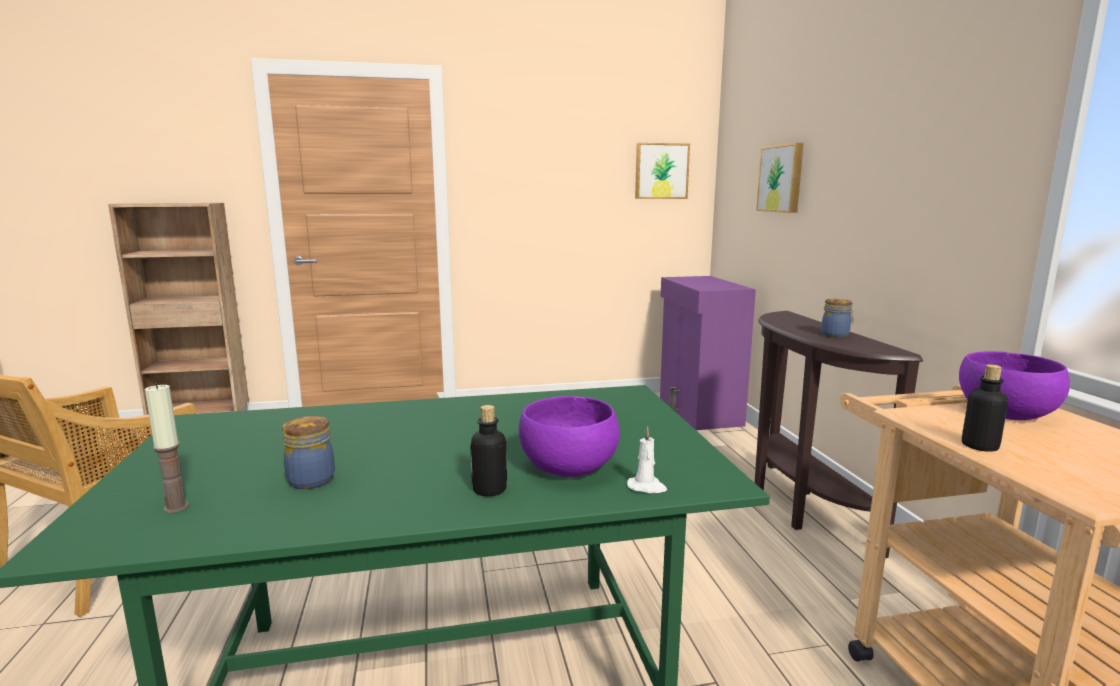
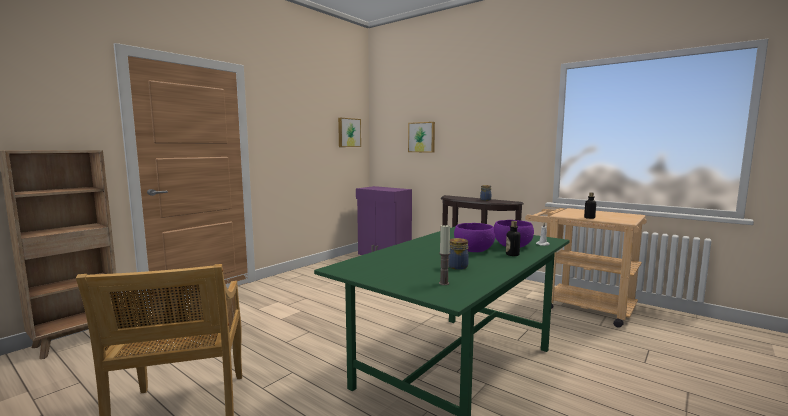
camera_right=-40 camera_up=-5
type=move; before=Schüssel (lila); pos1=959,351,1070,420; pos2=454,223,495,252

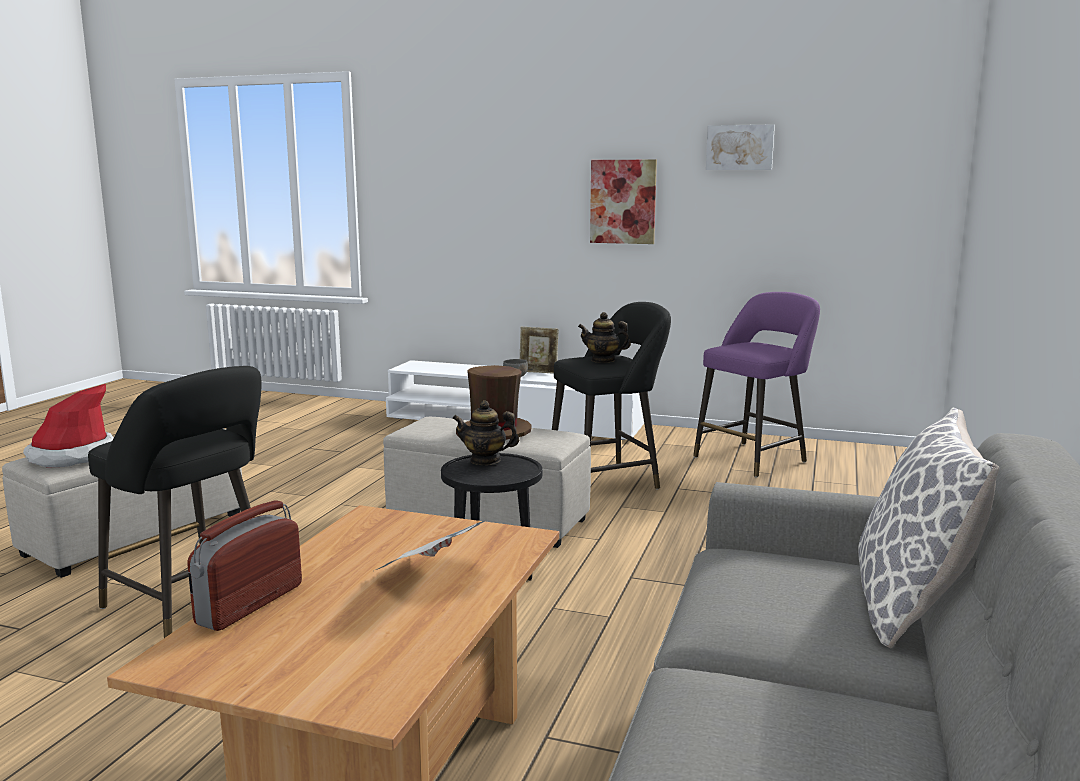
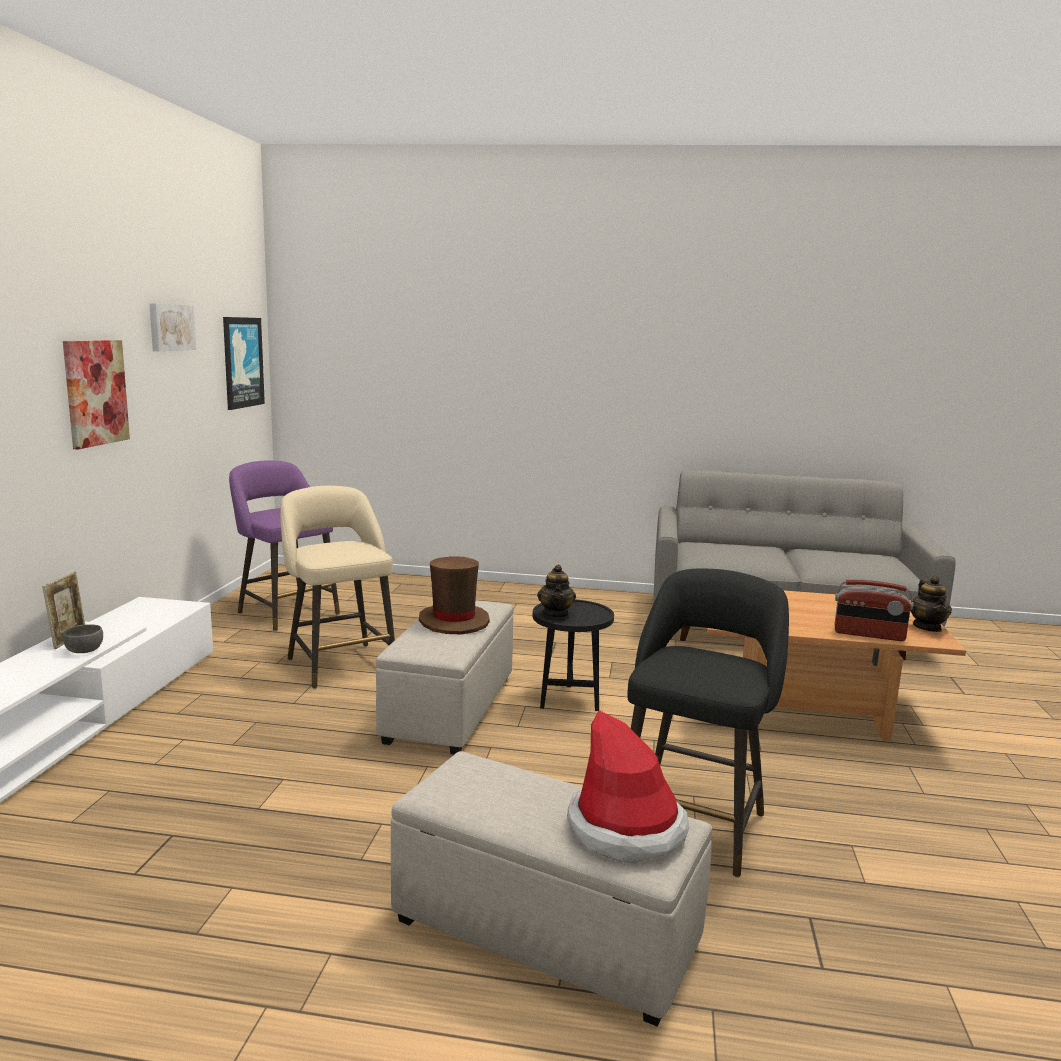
camera_right=-100 camera_up=0
type=insert; after=Bild; pos2=223,317,265,410
type=recolor; before=Hocker (schwarz); after=Hocker (beige); pos1=552,302,671,490; pos2=280,486,395,689
type=move; before=Teekanne; pos1=578,312,631,363; pos2=910,576,952,632
type=delete; before=Zeitung; pos1=376,521,485,570
type=delete; before=Kissen; pos1=858,408,999,648

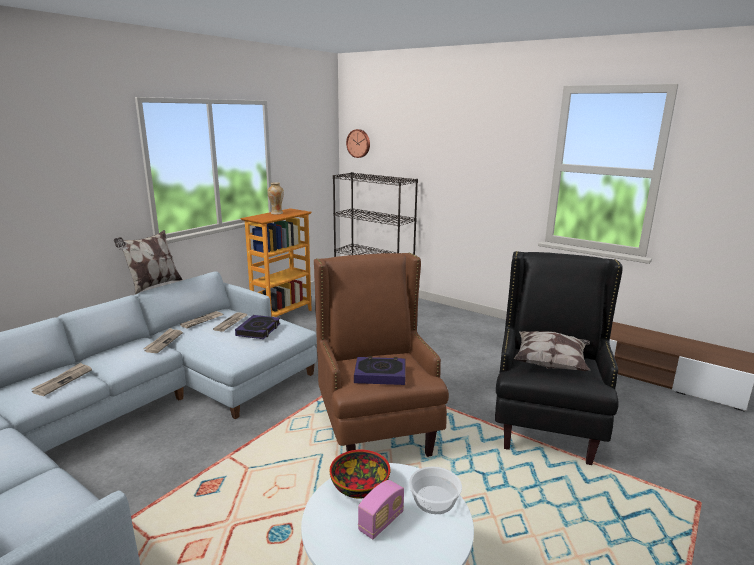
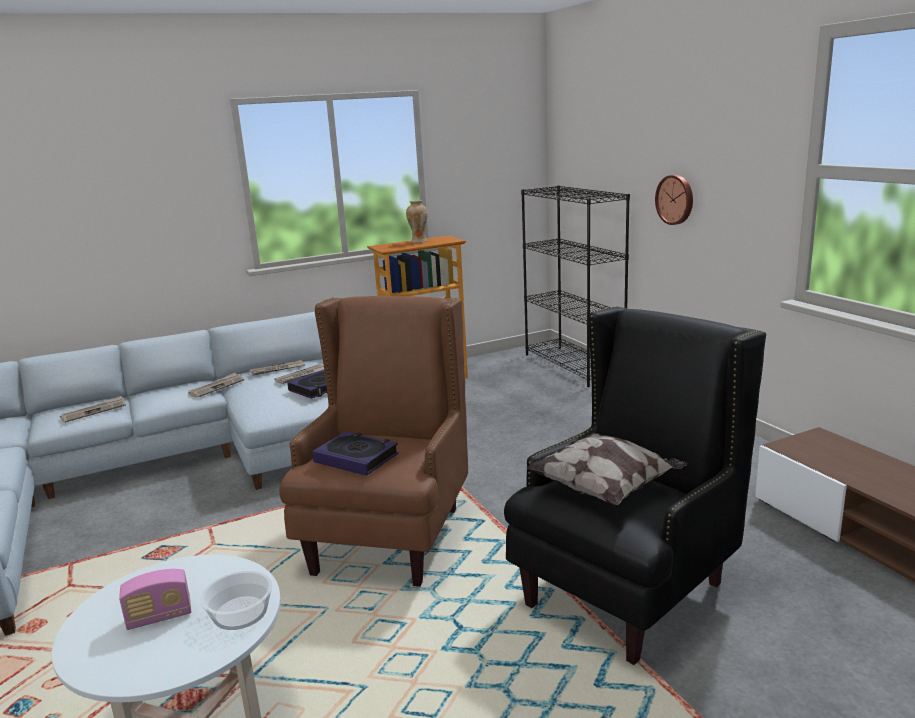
camera_right=30 camera_up=0
type=move; before=Wanduhr; pos1=346,129,370,158; pos2=655,175,693,225
type=delete; before=Kissen; pos1=114,230,182,295
type=delete; before=Schüssel; pos1=330,450,390,499

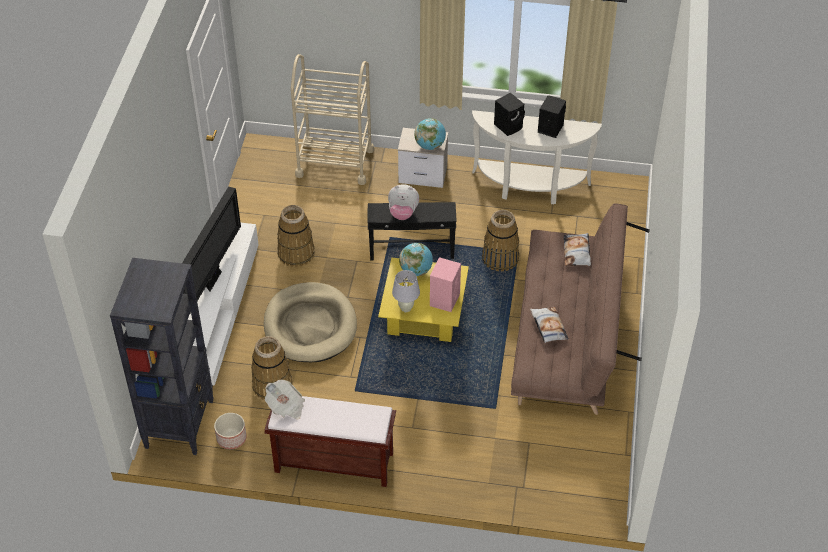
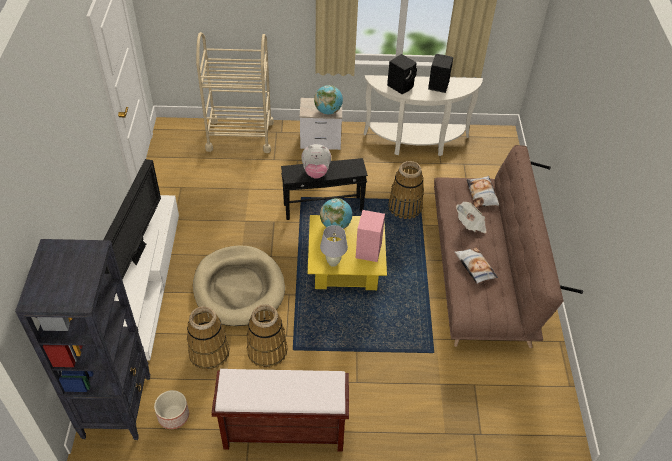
camera_right=-10 camera_up=0
type=move; before=Korb; pos1=277,205,315,267; pos2=247,304,288,368
type=move; before=Zeitung; pos1=265,380,305,420; pos2=456,202,487,233

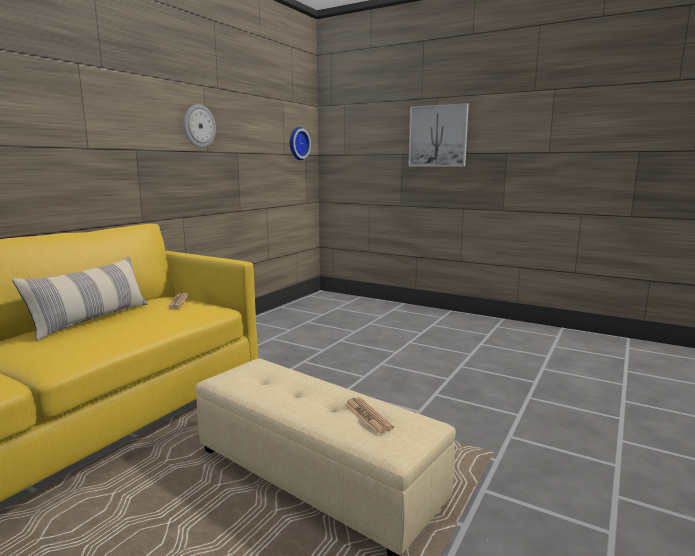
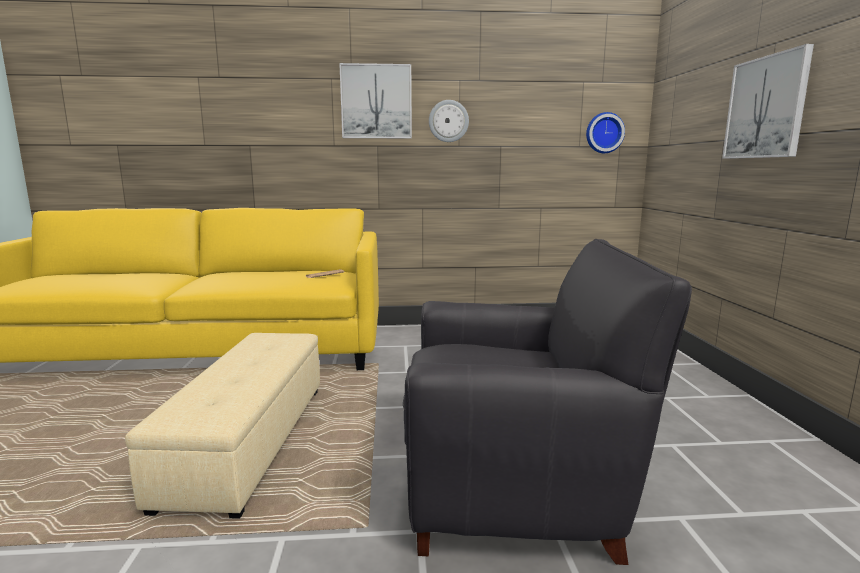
camera_right=55 camera_up=0
type=insert; after=Bild; pos2=339,63,412,138
type=insert; after=Sessel (schwarz); pos2=403,239,692,565
type=delete; before=Kissen; pos1=12,256,148,341
type=delete; before=Zeitung; pos1=345,397,394,434

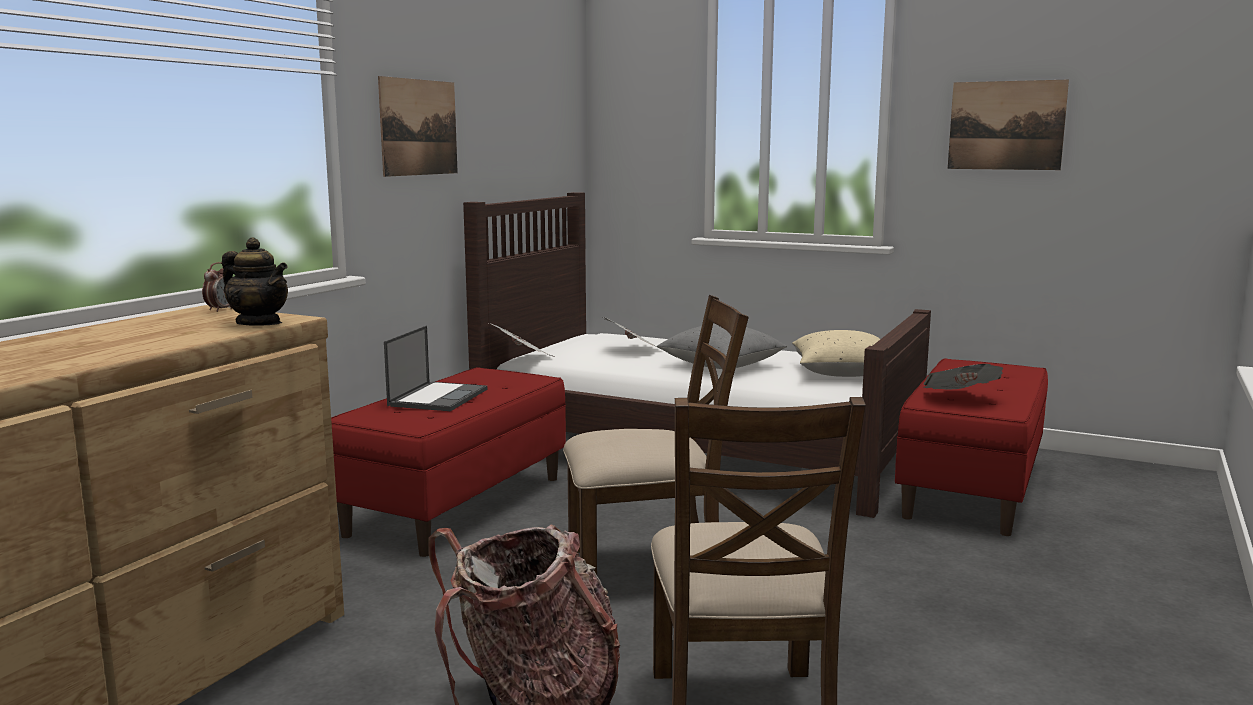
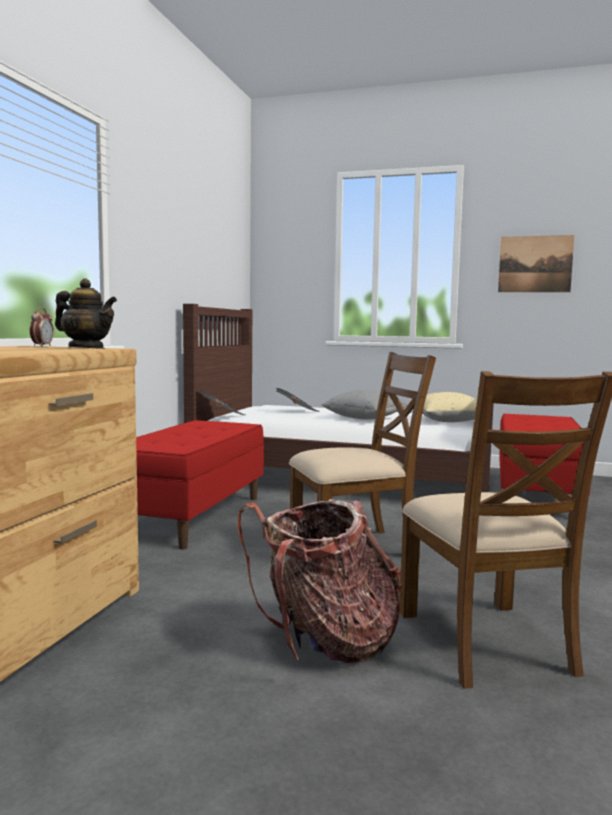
camera_right=-10 camera_up=-5
type=delete; before=Bild; pos1=378,76,458,177
type=delete; before=Laptop; pos1=384,326,487,411
type=delete; before=Zeitung; pos1=923,364,1004,390

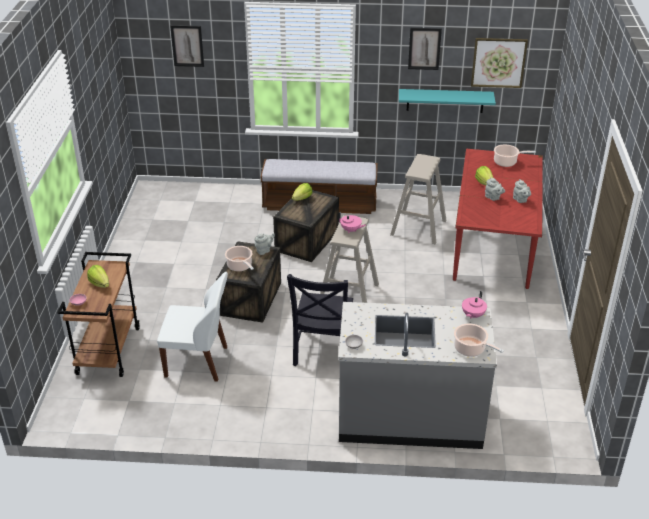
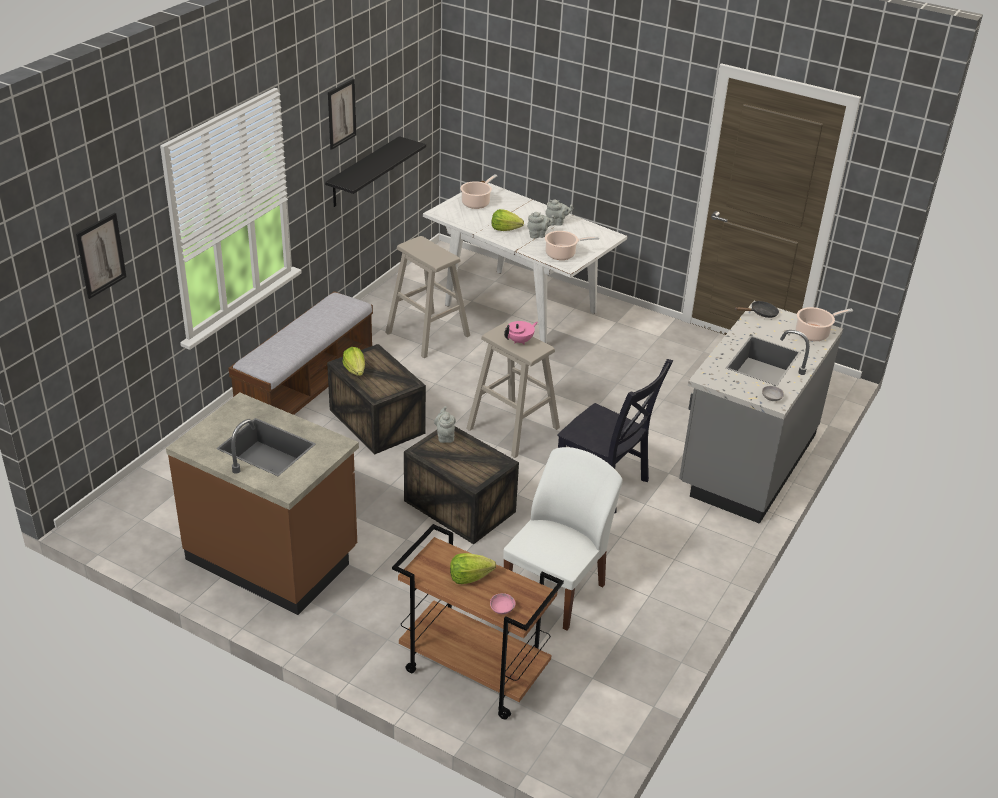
camera_right=-65 camera_up=0
type=insert; after=Küchenzeile (braun); pos2=166,393,359,615
type=recolor; before=Wandregal (türkis); after=Wandregal (schwarz); pos1=399,89,496,113; pos2=325,136,426,207
type=recolor; before=Esstisch (rot); after=Esstisch (weiß); pos1=453,149,543,289; pos2=423,181,628,343
type=move; before=Kochtopf; pos1=225,246,254,271; pos2=545,231,599,260
type=replace; before=Teekanne (rosa); after=Pfanne (schwarz); pos1=462,291,487,319; pos2=735,301,779,318
type=delete; before=Bild; pos1=471,38,528,88

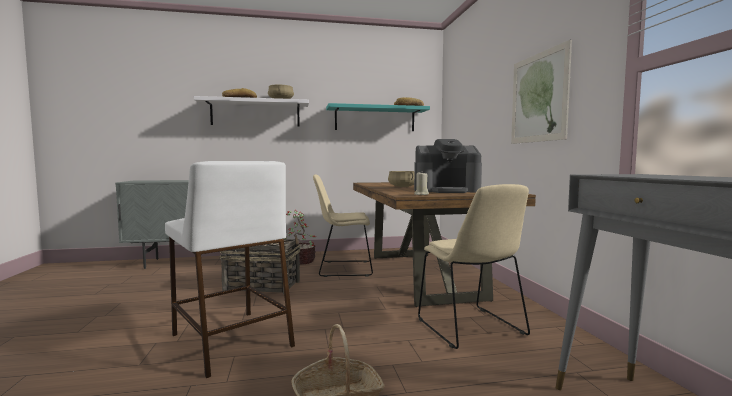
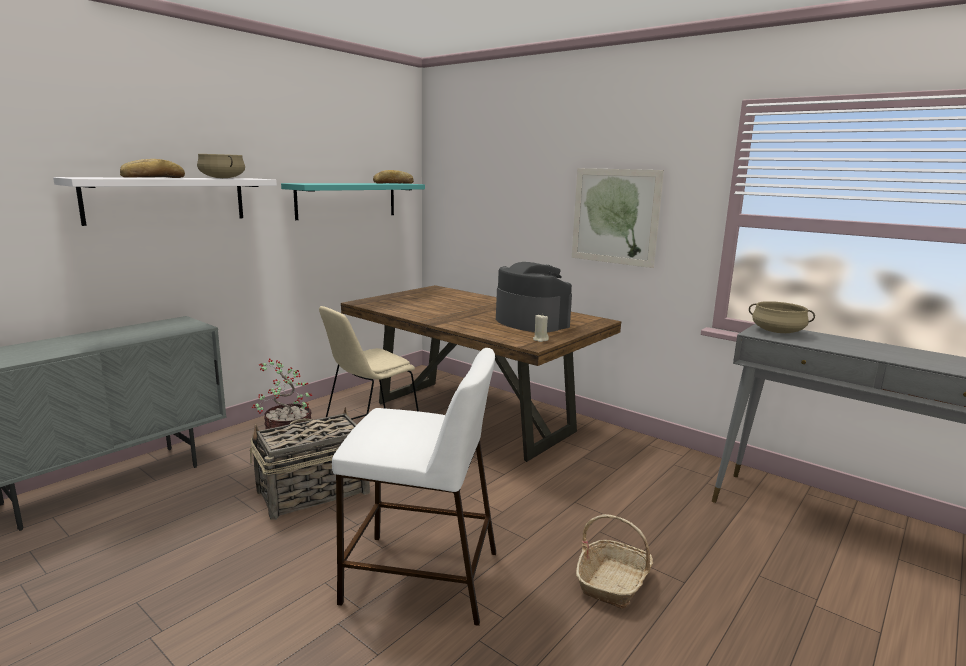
camera_right=-40 camera_up=10
type=rotate; before=Kaffeemaschine; pos1=414,139,482,193; pos2=496,262,572,332; turn=-90
type=move; before=Kochtopf (beige); pos1=388,171,414,187; pos2=749,301,815,333
type=delete; before=Stuhl (beige); pos1=418,184,530,349

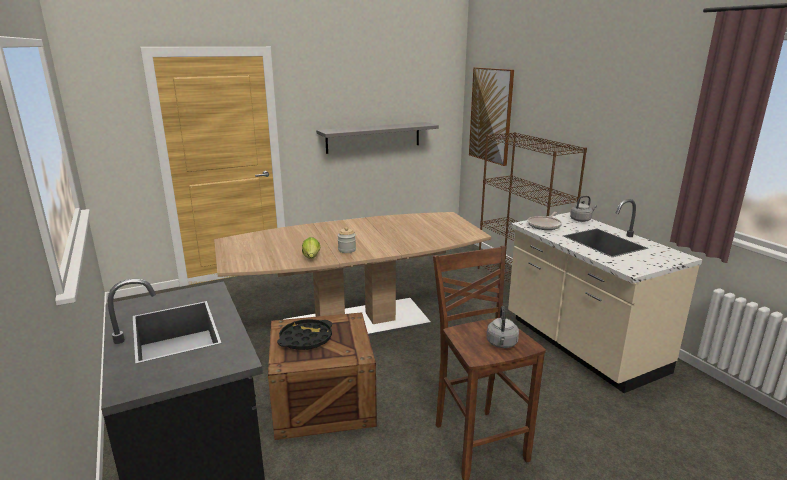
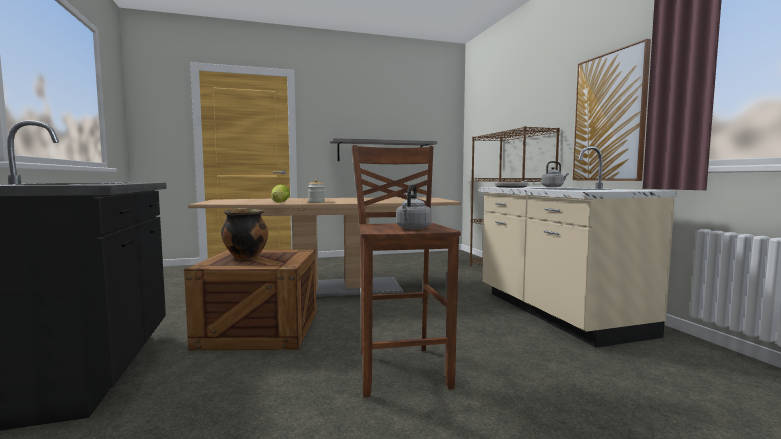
camera_right=10 camera_up=-15
type=replace; before=Tablett (schwarz); after=Kochtopf; pos1=277,319,332,350; pos2=221,208,268,260
type=move; before=Bild; pos1=469,67,514,166; pos2=573,39,651,181

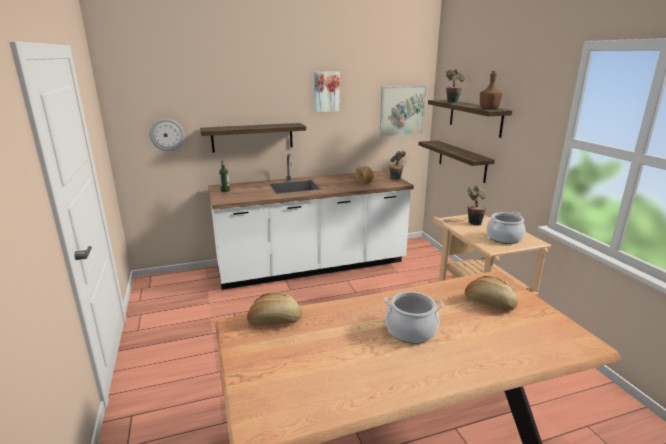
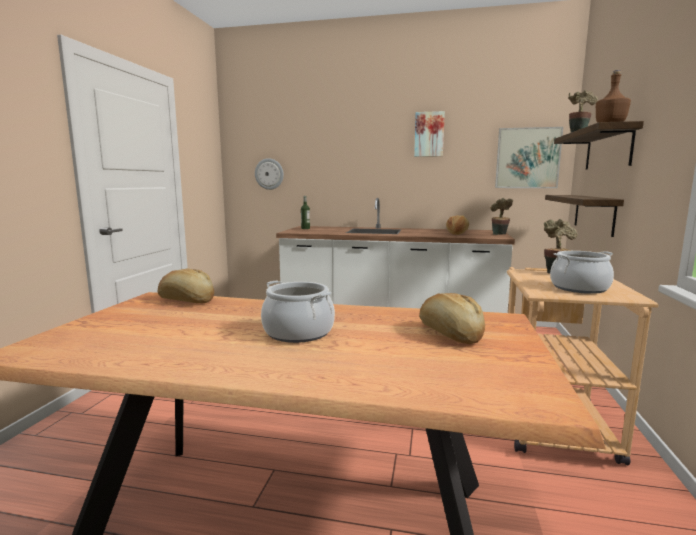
camera_right=30 camera_up=-10
type=delete; before=Wandregal; pos1=200,123,306,153

